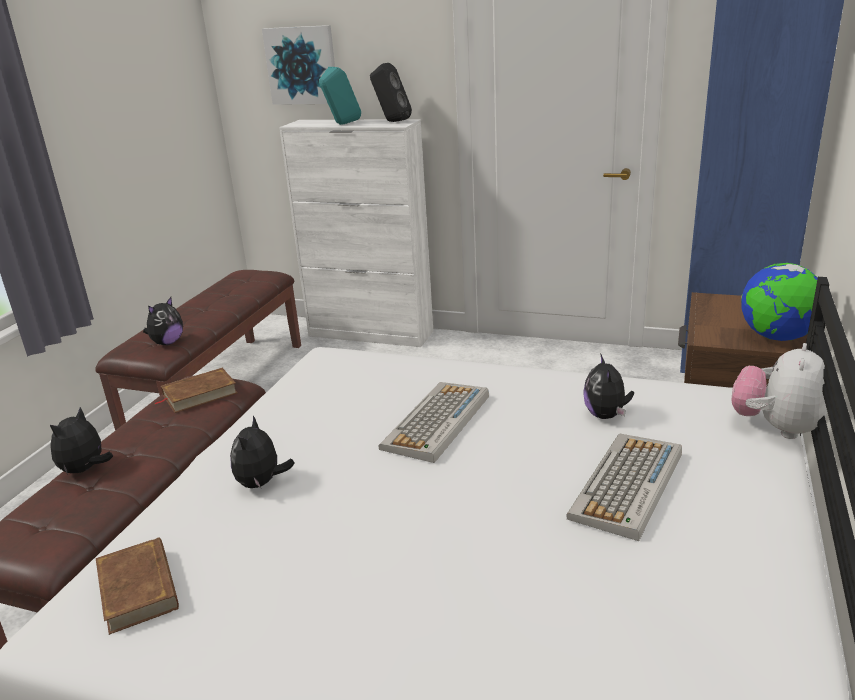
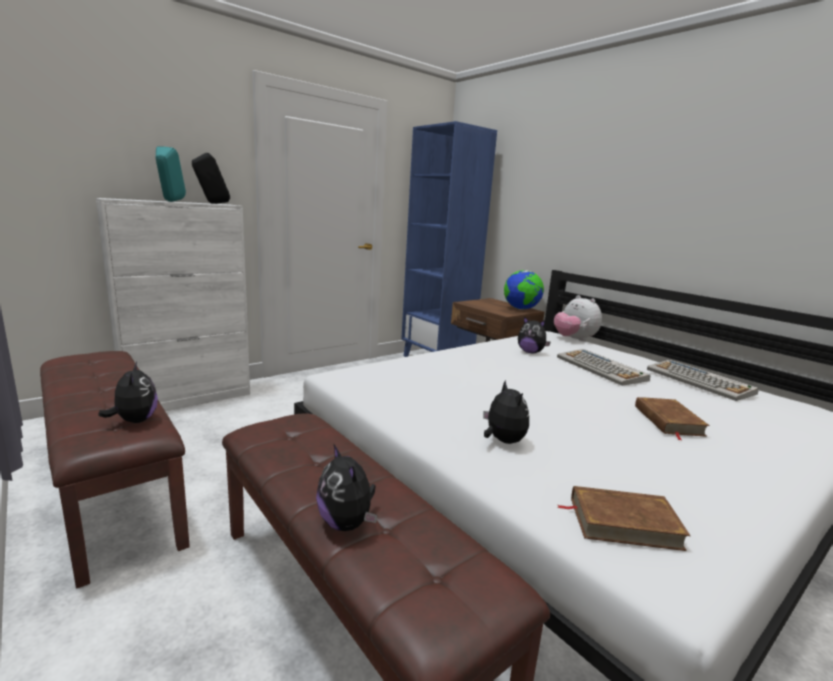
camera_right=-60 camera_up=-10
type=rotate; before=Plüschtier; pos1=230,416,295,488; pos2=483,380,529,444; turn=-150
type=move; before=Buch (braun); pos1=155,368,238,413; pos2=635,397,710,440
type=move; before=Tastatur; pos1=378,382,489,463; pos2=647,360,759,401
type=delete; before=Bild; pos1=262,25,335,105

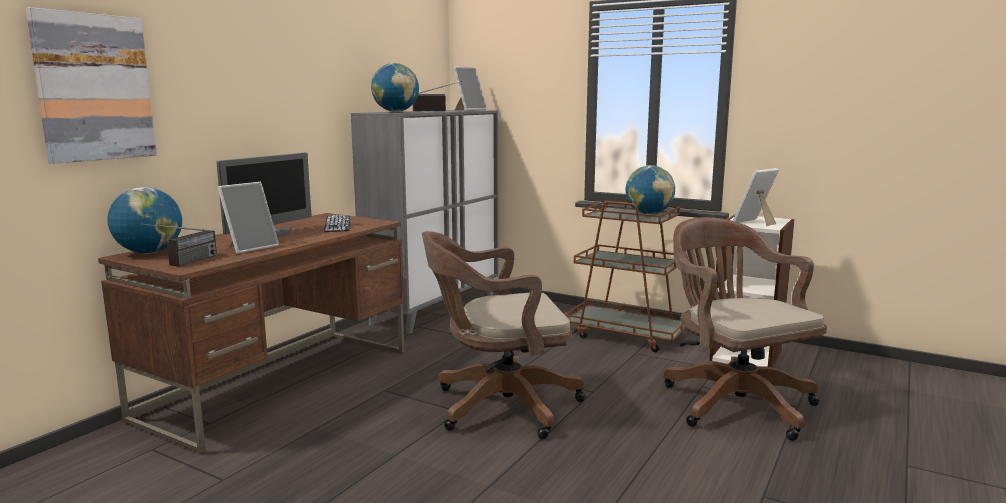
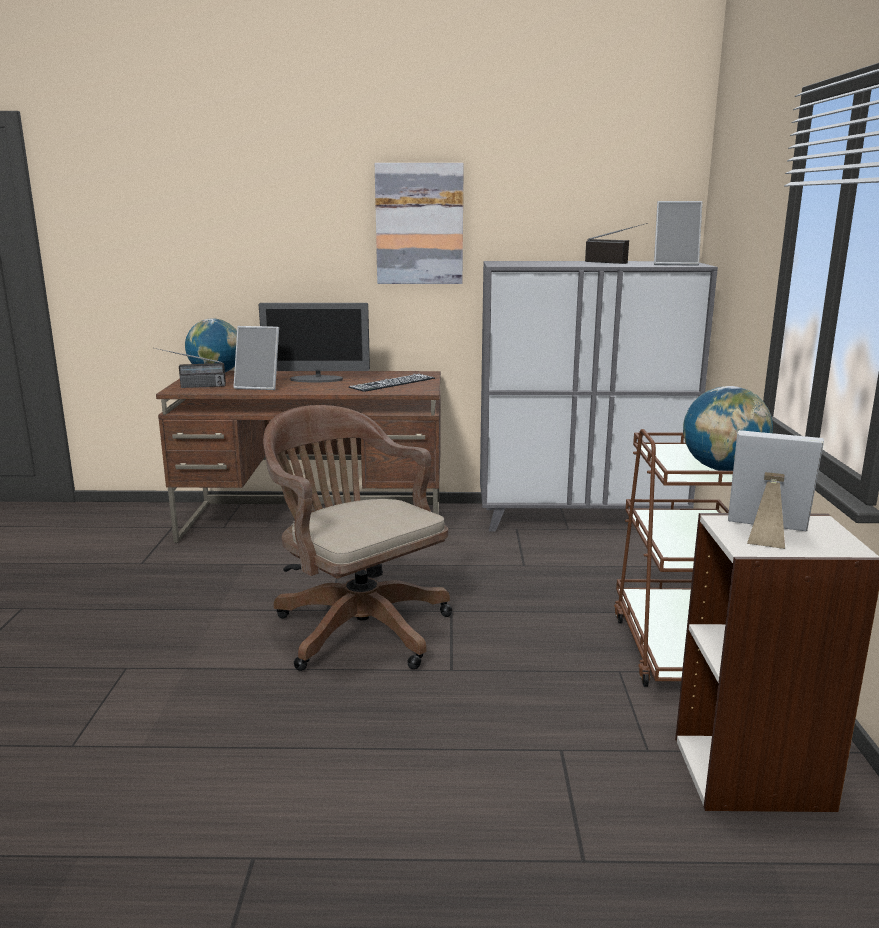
camera_right=60 camera_up=5
type=move; before=Bild; pos1=26,7,157,164; pos2=375,163,464,284
type=delete; before=Globus; pos1=371,63,419,112
type=delete; before=Bürostuhl (braun); pos1=663,217,827,441

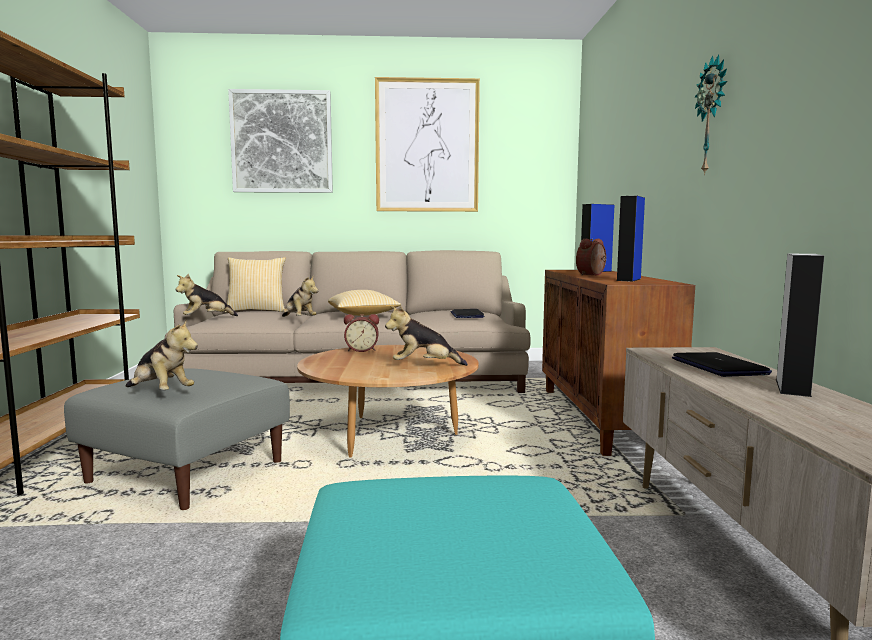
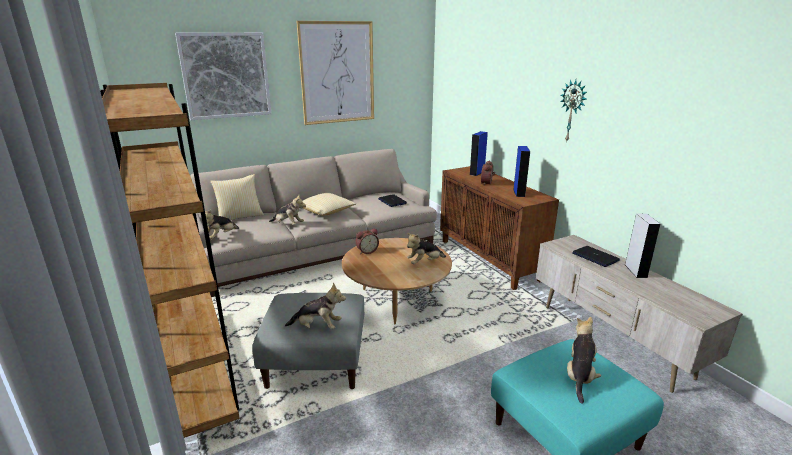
camera_right=-25 camera_up=15
type=insert; after=Plüschtier; pos2=567,317,601,404

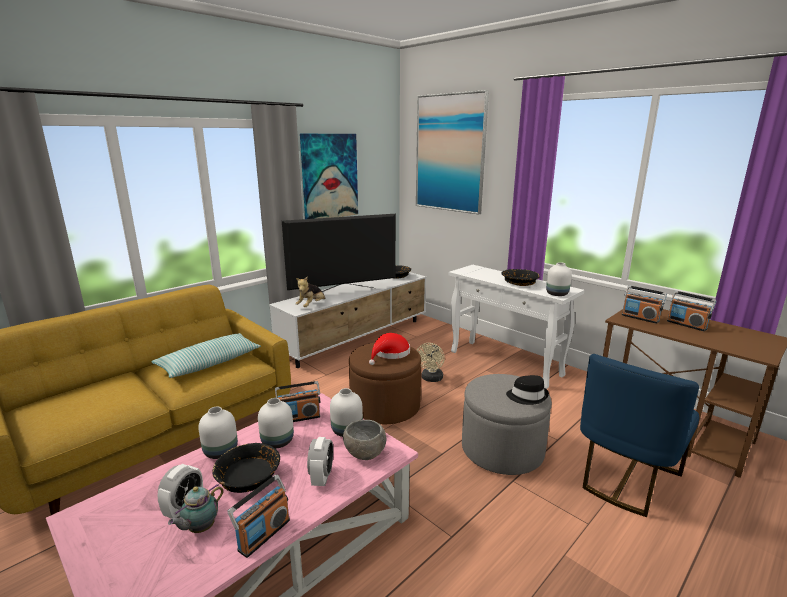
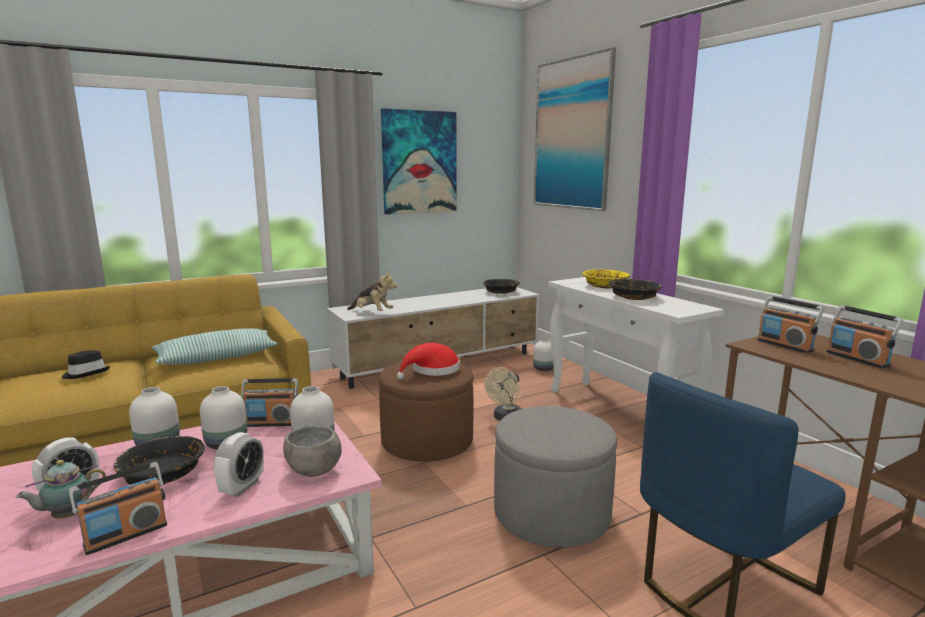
camera_right=15 camera_up=-5
type=move; before=Hut (schwarz); pos1=506,375,549,405; pos2=62,350,110,379
type=rotate; before=Plüschtier; pos1=295,277,325,307; pos2=347,271,397,311; turn=-105
type=move; before=Vase (weiß); pos1=546,262,572,296; pos2=533,338,554,371
type=insert; after=Schüssel (gelb); pos2=582,269,630,289
type=delete; before=Fernseher; pos1=282,214,396,292

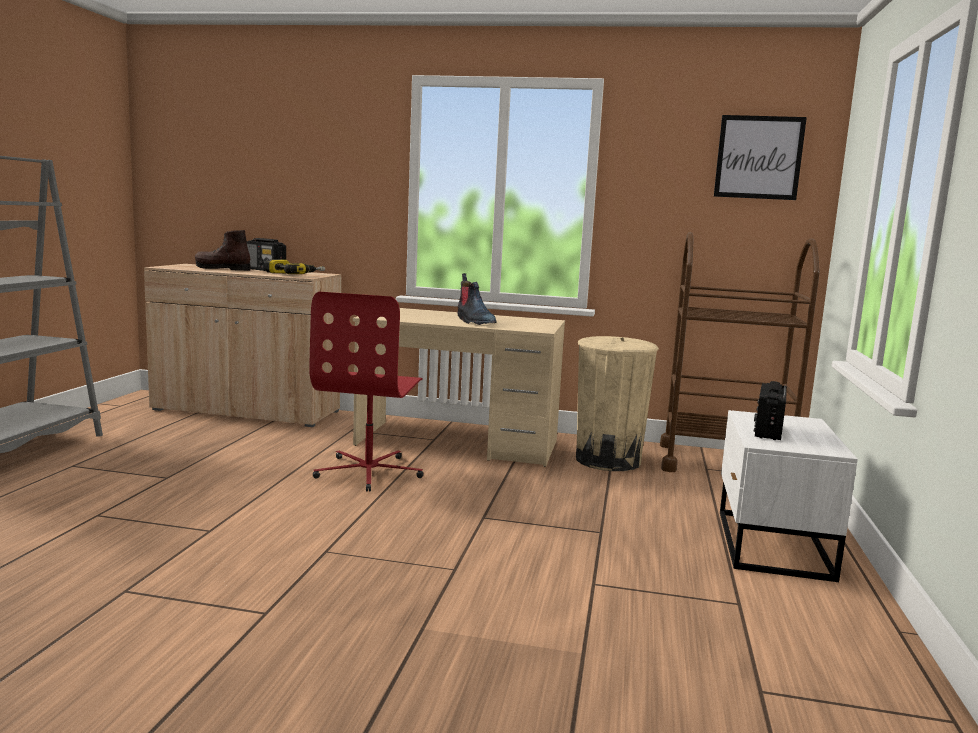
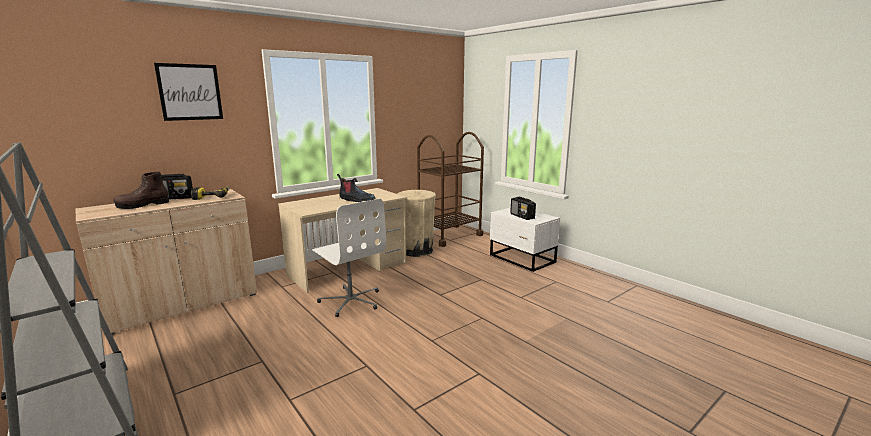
camera_right=-50 camera_up=5
type=move; before=Bild; pos1=714,115,807,200; pos2=154,63,223,121
type=recolor; before=Bürostuhl (rot); after=Bürostuhl (weiß); pos1=309,292,423,492; pos2=312,199,386,317

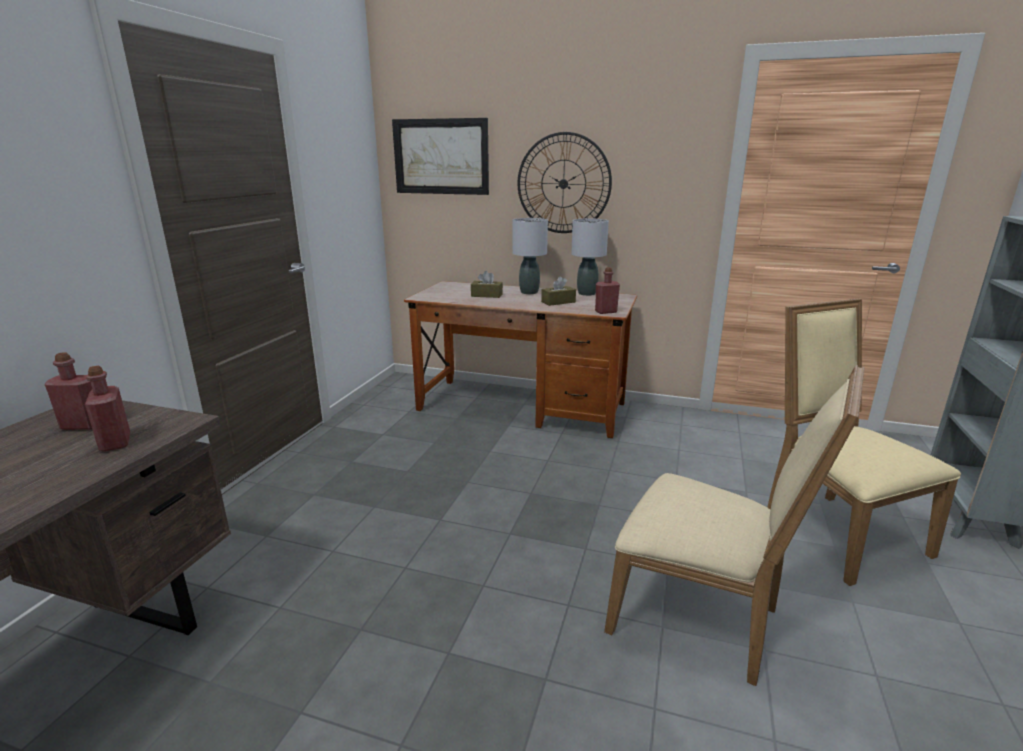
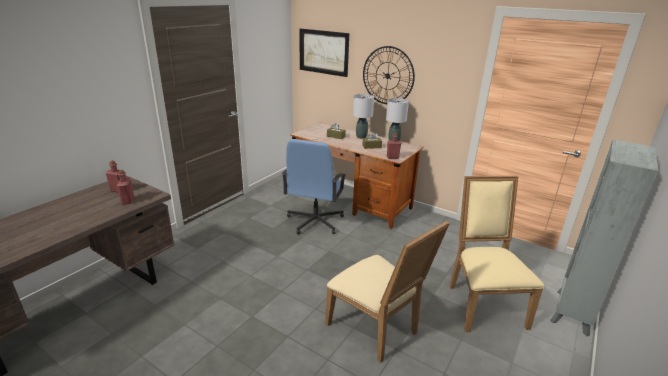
camera_right=15 camera_up=5
type=insert; after=Bürostuhl (blau); pos2=282,139,346,235

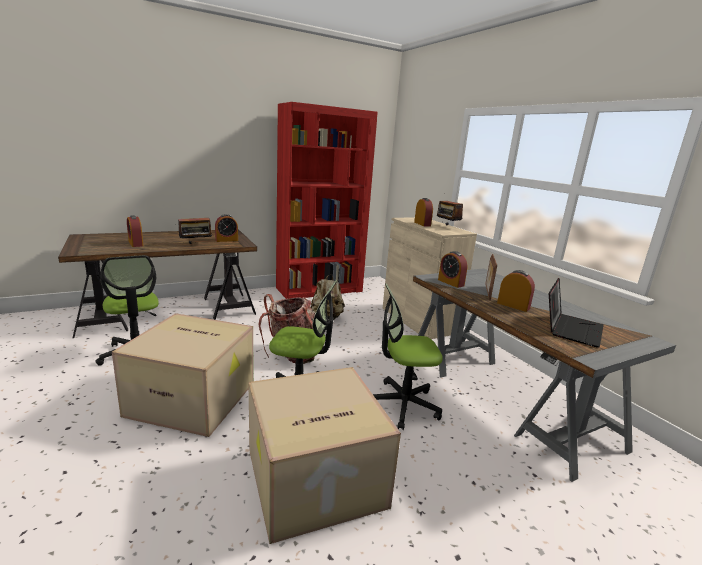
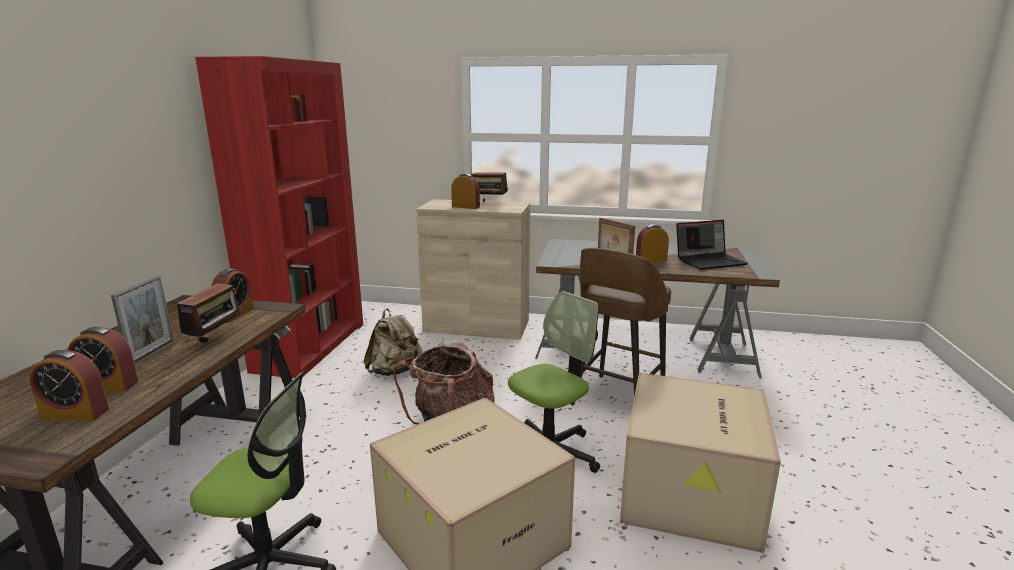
camera_right=-50 camera_up=0
type=move; before=Wecker; pos1=438,251,468,288; pos2=30,350,109,421
type=insert; after=Bilderrahmen; pos2=111,276,174,363
type=replace; before=Bürostuhl; after=Hocker (braun); pos1=373,284,443,430; pos2=570,248,671,405
type=rotate; before=Laptop; pos1=549,278,604,348; pos2=676,220,748,270; turn=90

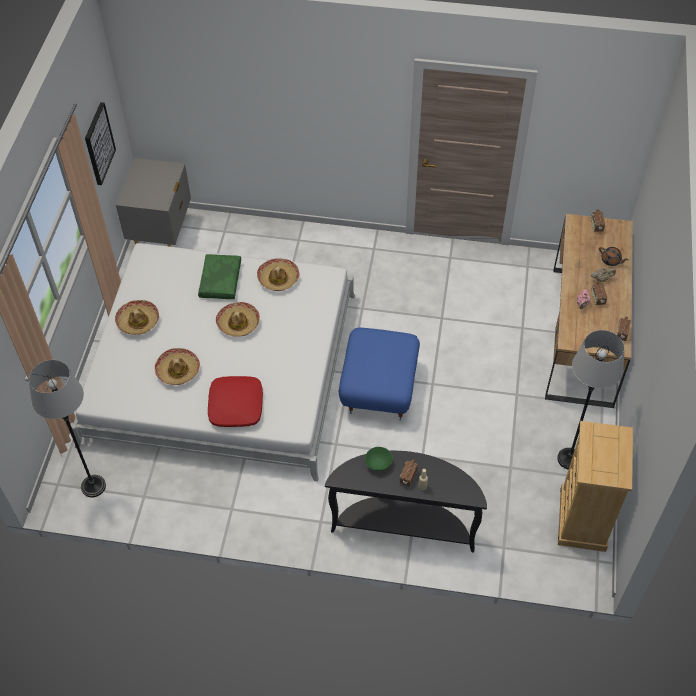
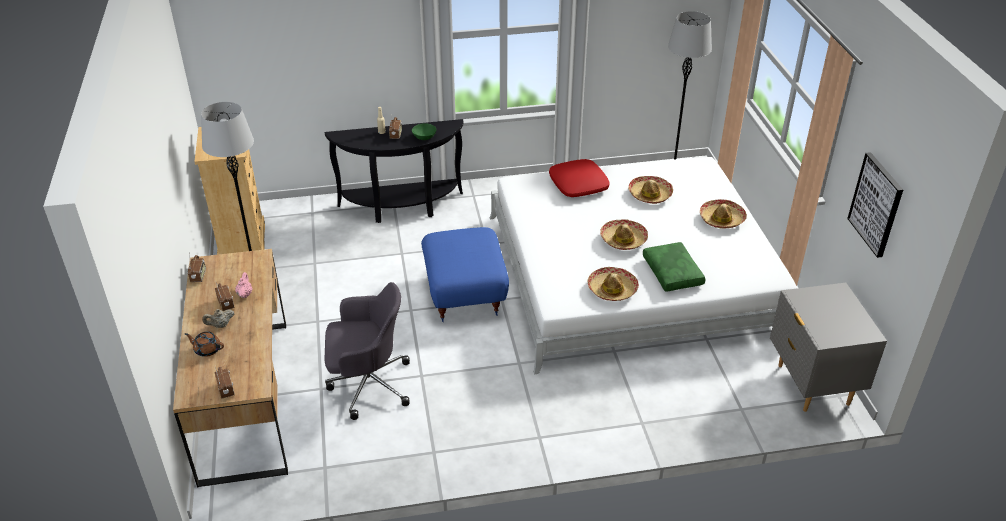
camera_right=160 camera_up=-15
type=insert; after=Bürostuhl (grau); pos2=324,282,410,420

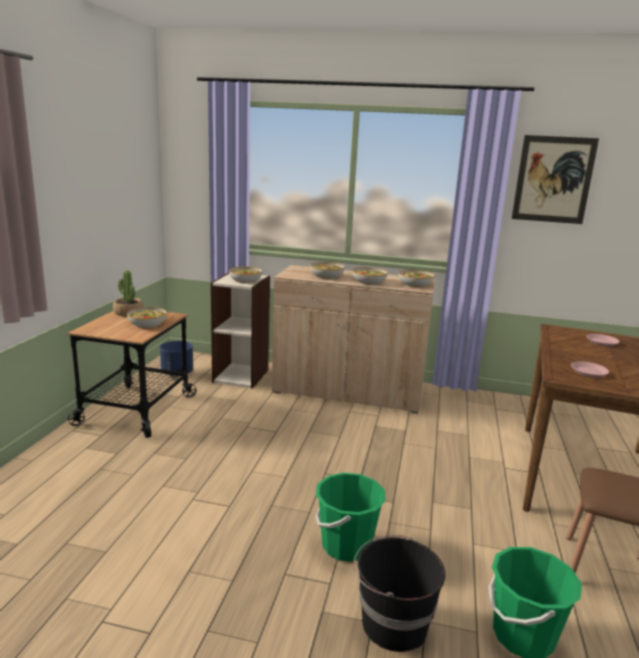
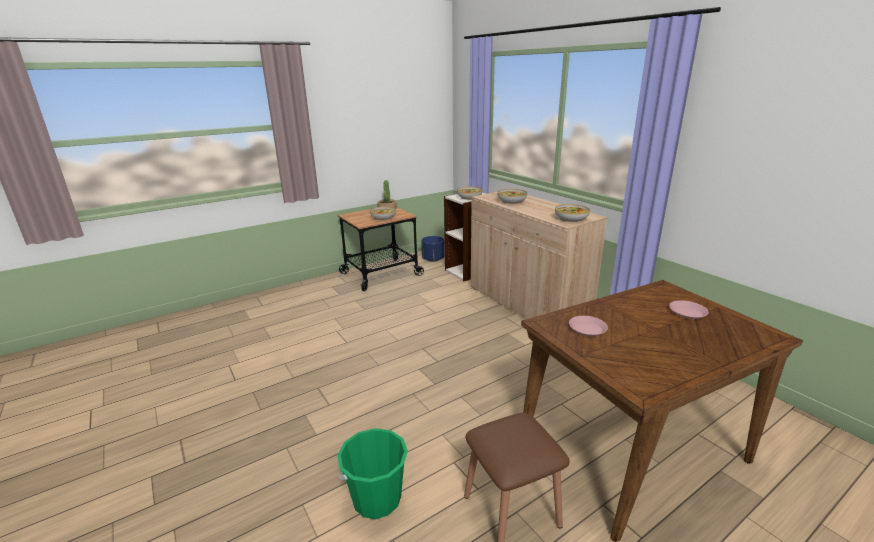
camera_right=45 camera_up=5
type=delete; before=Eimer (grün); pos1=315,473,385,562
type=delete; before=Schüssel; pos1=352,267,388,285
type=delete; before=Eimer (schwarz); pos1=353,535,445,652
type=delete; before=Bild; pos1=512,135,599,224

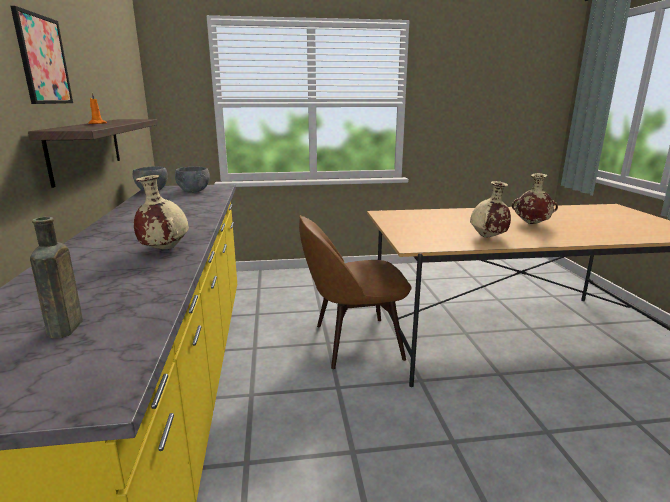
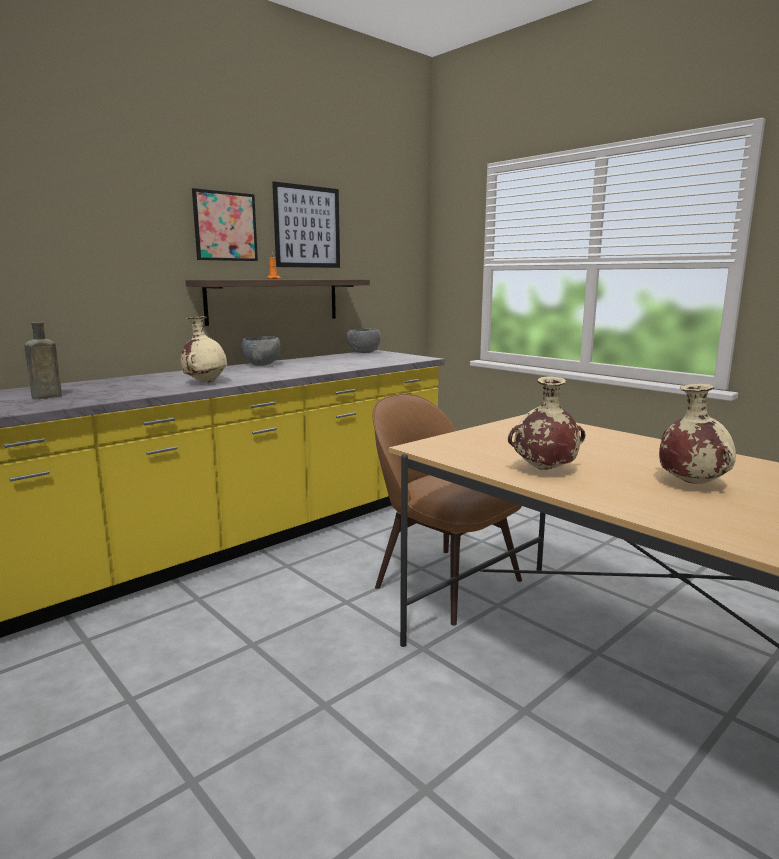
camera_right=55 camera_up=-5
type=move; before=Schüssel (grau); pos1=175,167,210,193; pos2=242,336,281,366
type=insert; after=Bild; pos2=272,181,340,268

